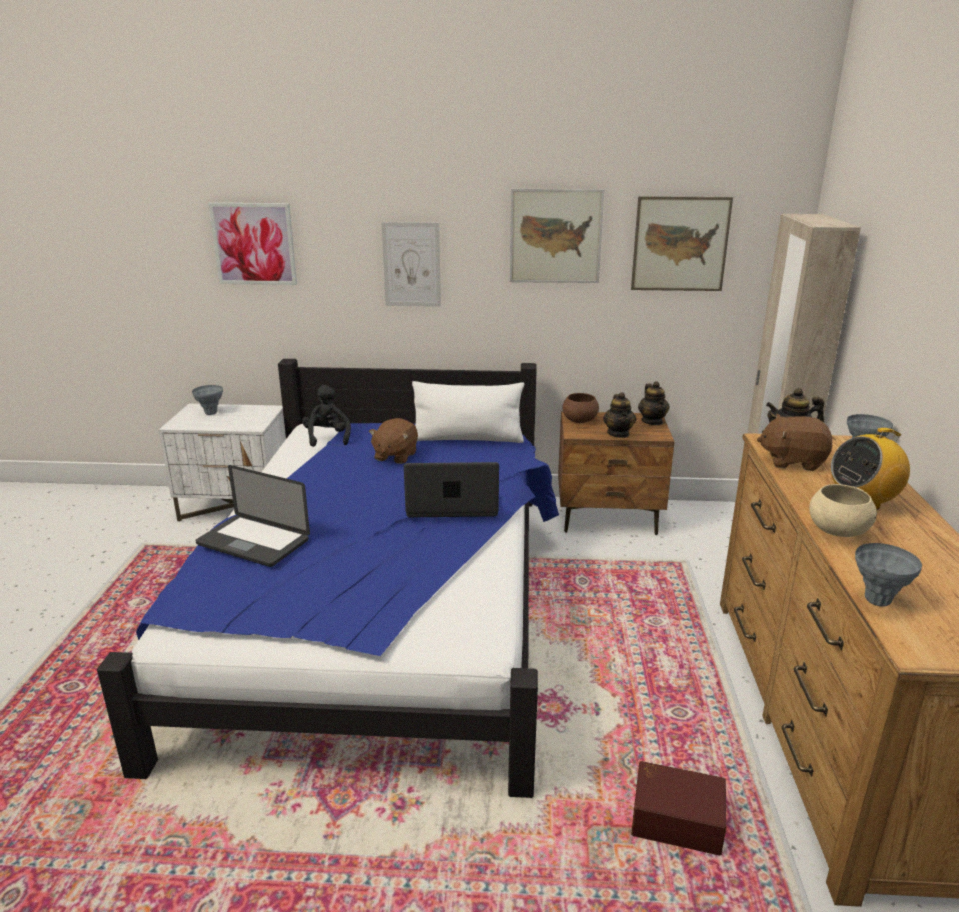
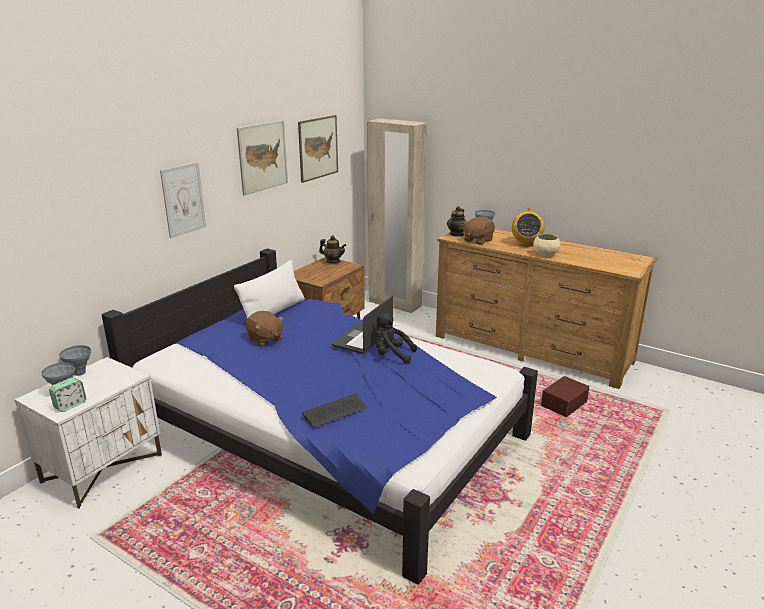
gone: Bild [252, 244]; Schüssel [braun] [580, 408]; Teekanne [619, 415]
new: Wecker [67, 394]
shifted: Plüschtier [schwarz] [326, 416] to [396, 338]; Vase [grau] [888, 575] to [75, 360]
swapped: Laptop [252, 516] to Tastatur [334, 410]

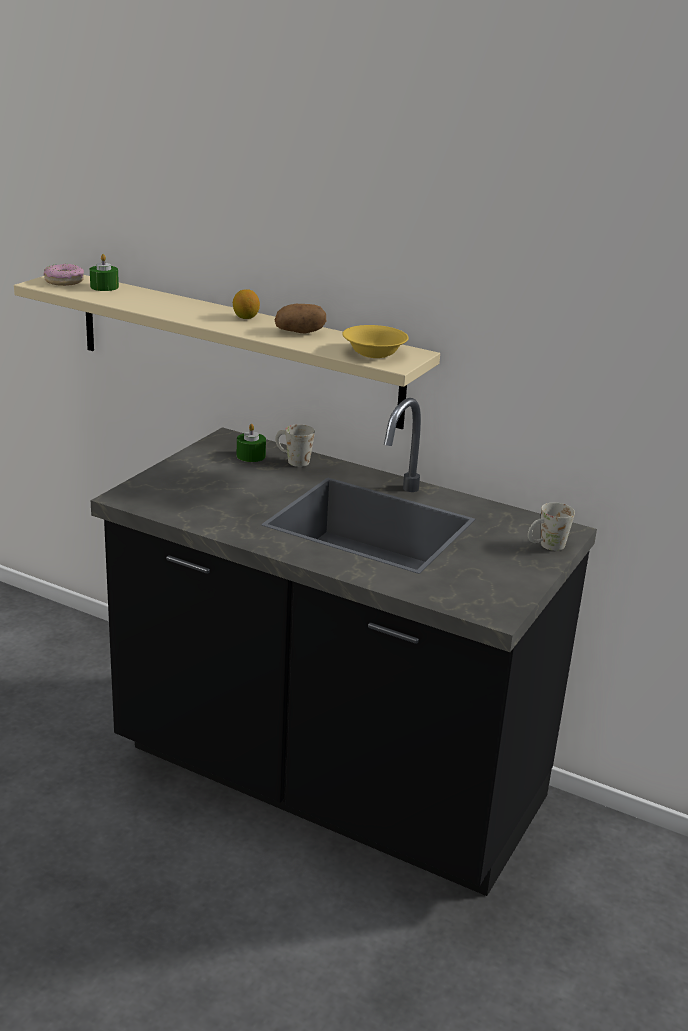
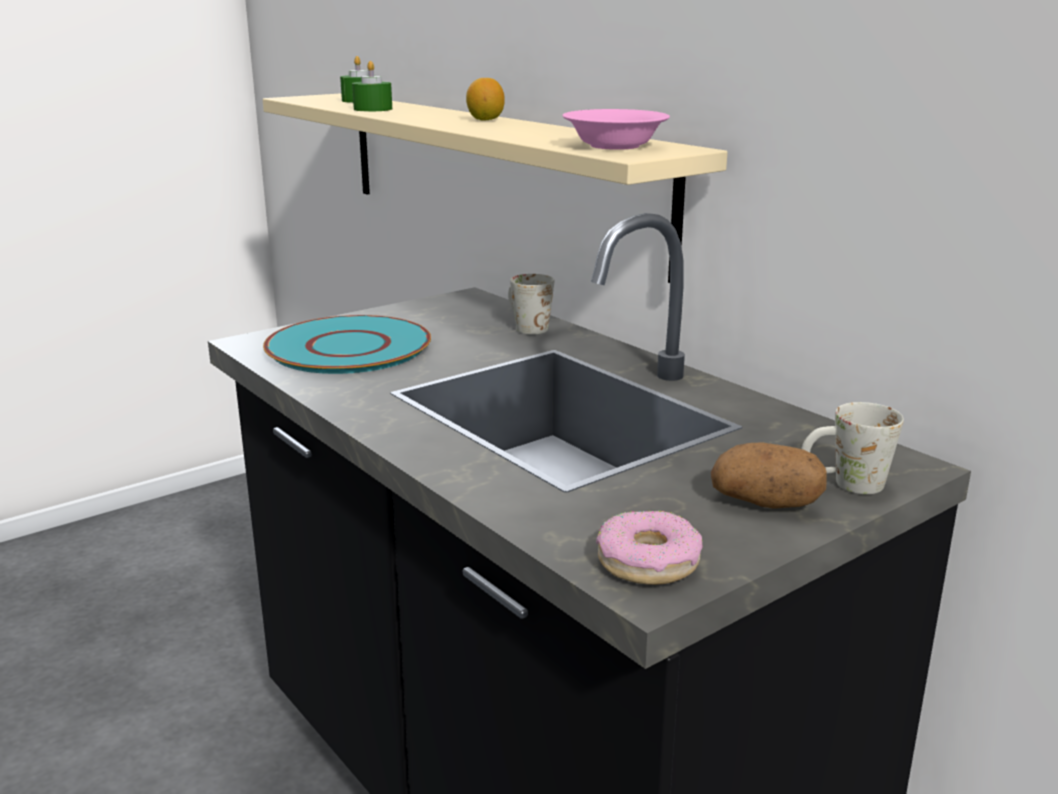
new: Teller [türkis] [347, 344]
shifted: Donut [64, 275] to [649, 548]; Kerze [grün] [251, 443] to [372, 86]; Kartoffel [300, 318] to [769, 475]
repainted: Schüssel [gelb] [375, 341] to Schüssel [rosa] [616, 129]

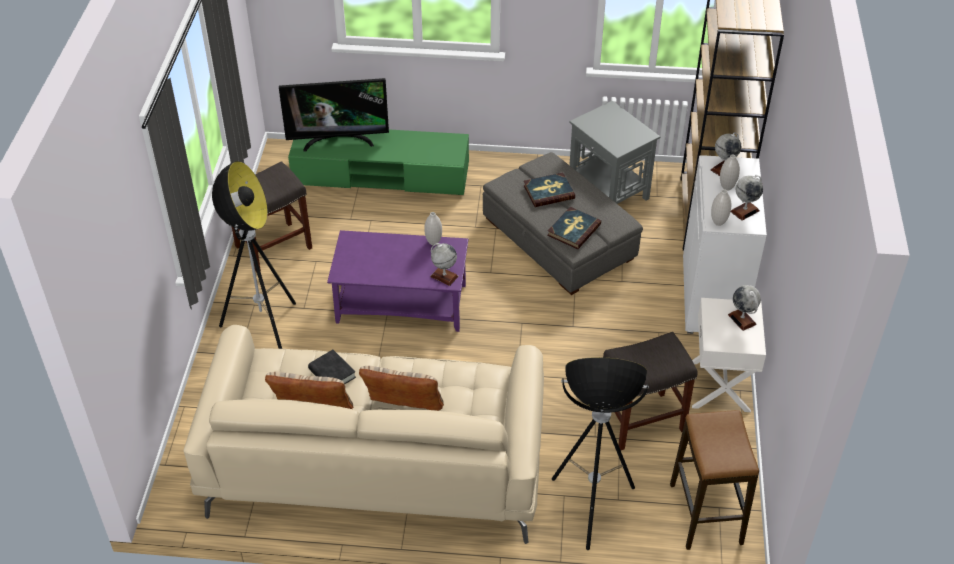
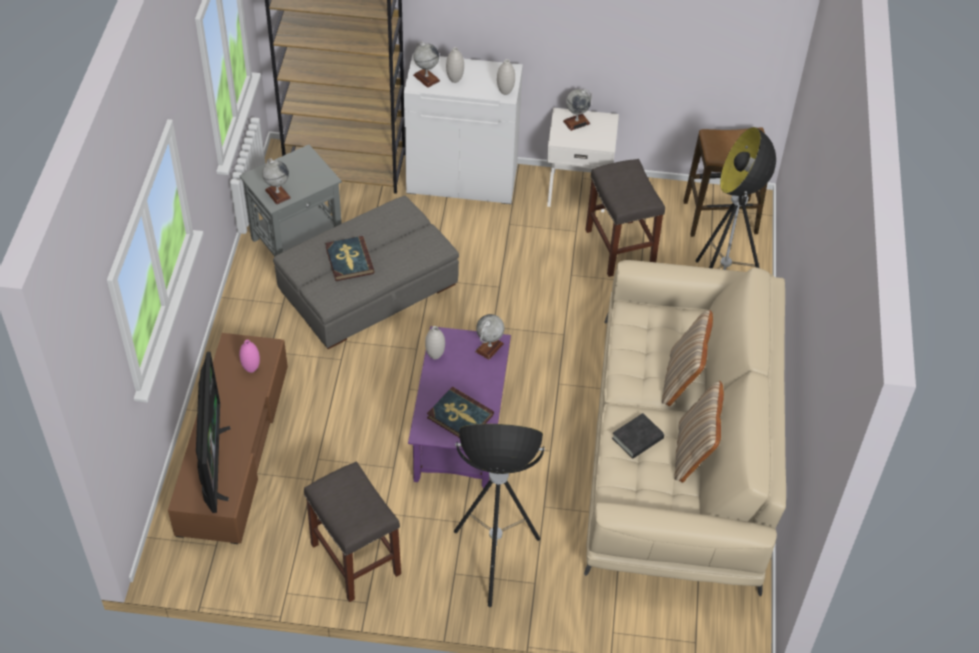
new: Vase [rosa] [249, 356]
shifted: Buch [574, 228] to [460, 412]; Globus [747, 198] to [276, 181]
repainted: Fernsehschrank [grün] [378, 162] to Fernsehschrank [braun] [228, 438]

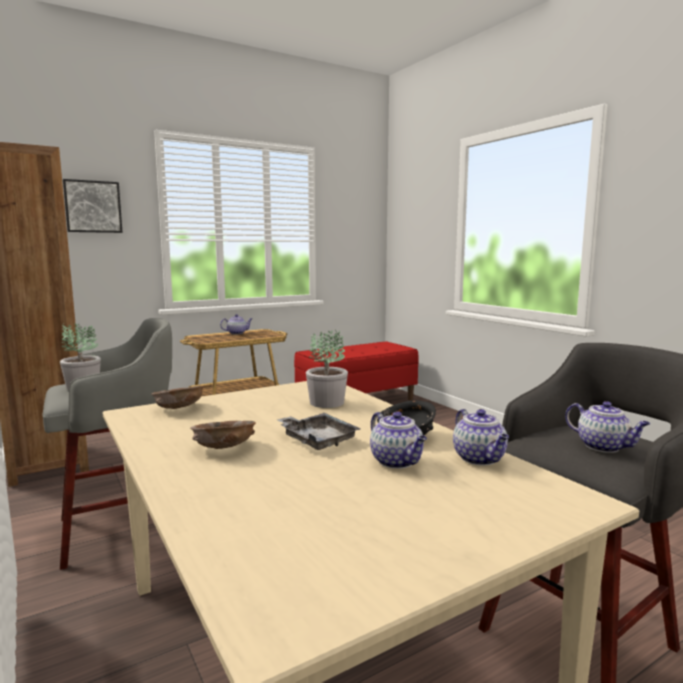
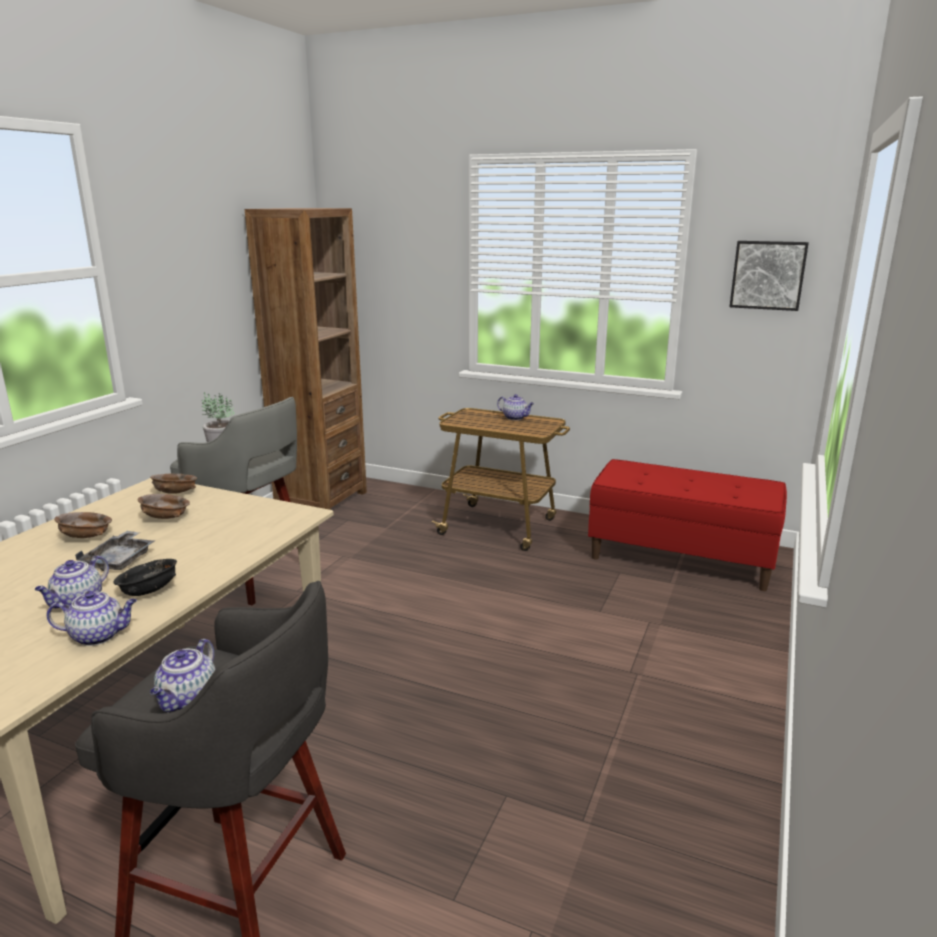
gone: Topfpflanze [327, 369]
new: Schüssel [braun] [164, 506]
shifted: Bild [93, 206] to [769, 276]
rotated: Teekanne [481, 437] = [91, 618] 135 degrees counterclockwise

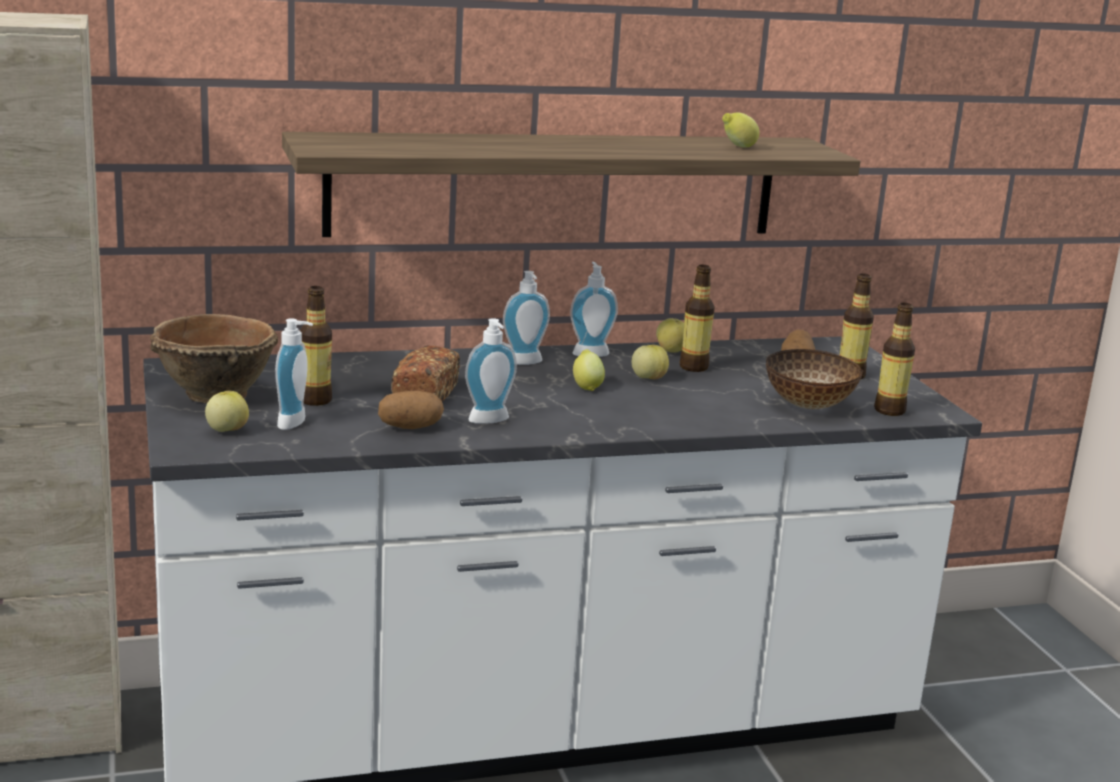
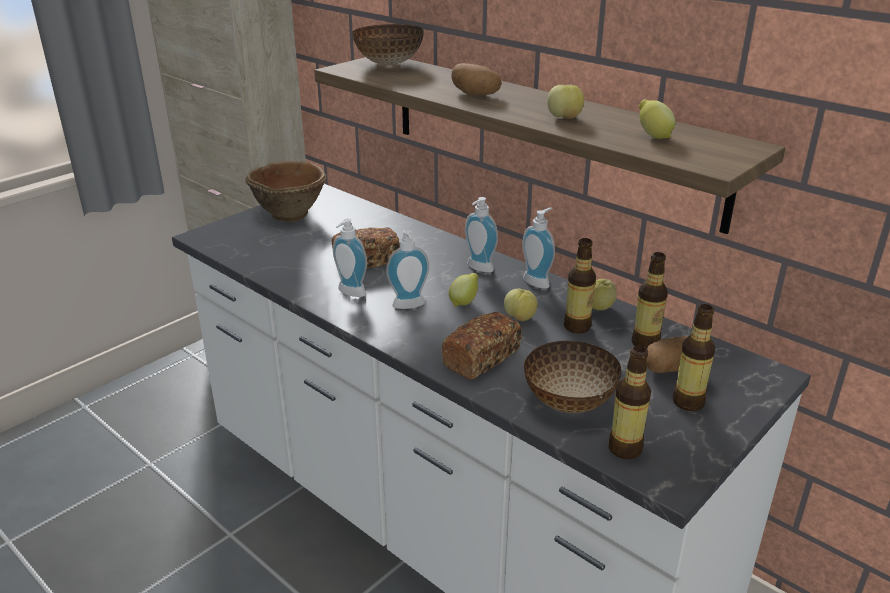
new: Schüssel [388, 44]; Brot [481, 346]
shifted: Apfel [227, 411] to [565, 101]; Seifenspender [294, 374] to [407, 269]; Flasche [316, 346] to [650, 300]; Kartoffel [411, 410] to [476, 79]

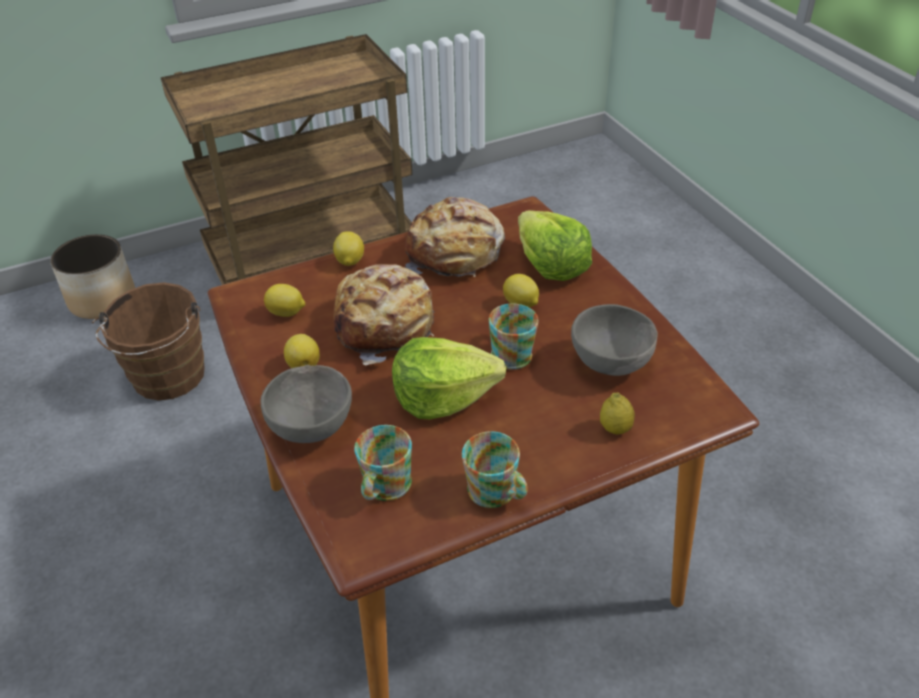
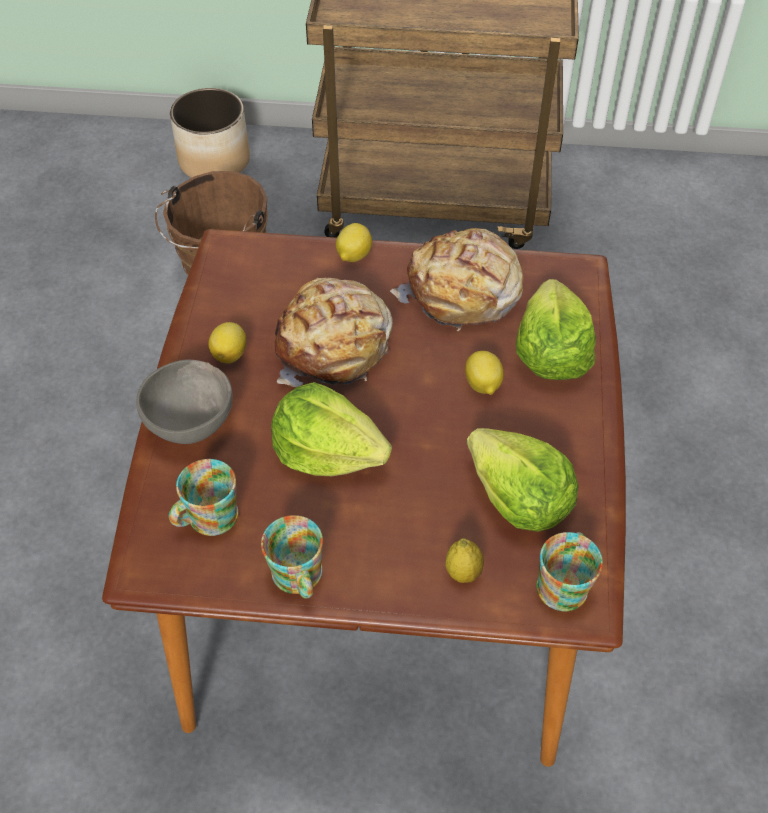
gone: Zitrone [284, 300]
shifted: Henkelbecher [513, 337] to [569, 571]
swapped: Schüssel [grau] [614, 340] to Salatkopf [523, 480]

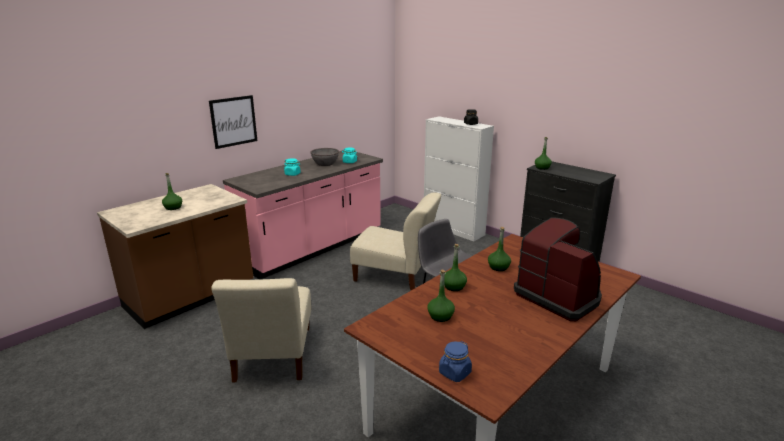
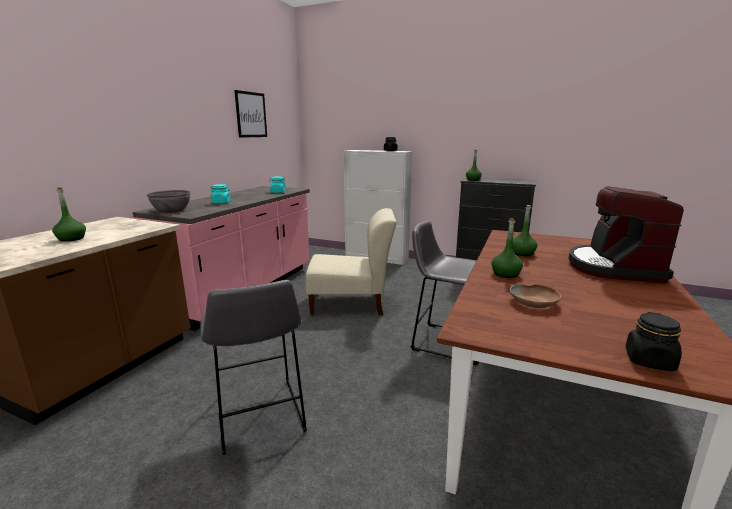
shifted: Bild [233, 122] to [250, 114]; Schüssel [grau] [324, 157] to [169, 201]
swapped: Stuhl [beige] [261, 330] to Hocker [grau] [253, 367]; Flasche [grün] [441, 296] to Schüssel [braun] [535, 296]
repainted: Vorratsglas [blau] [455, 361] to Vorratsglas [schwarz] [654, 341]
rotated: Kaffeemaschine [558, 269] = [626, 235] 105 degrees counterclockwise

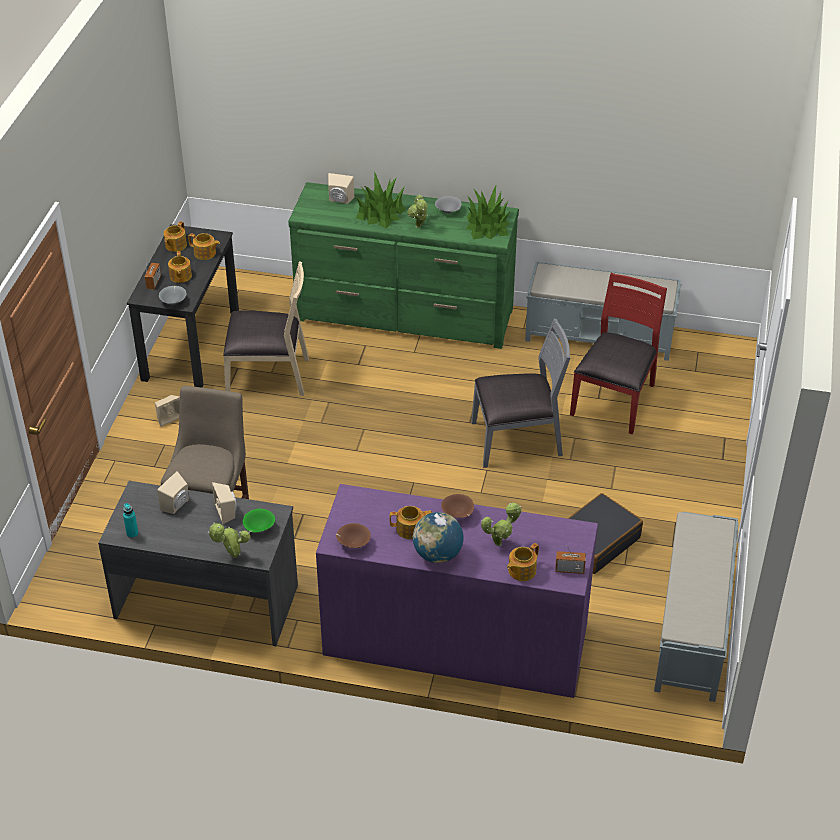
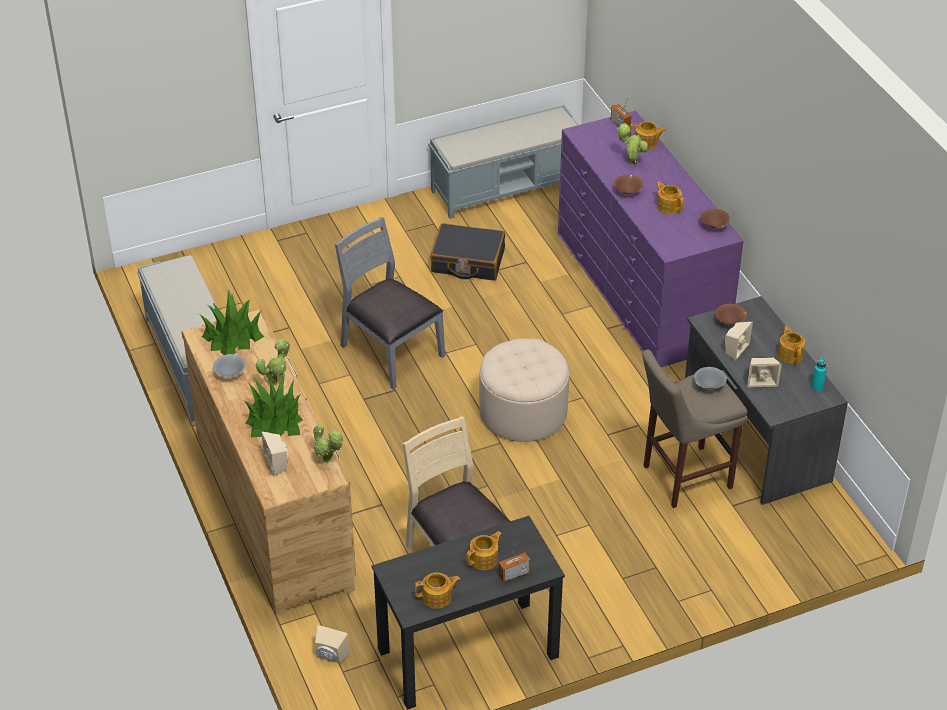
gone: Globus [438, 537]; Stuhl [rot] [618, 354]
new: Polsterhocker [beige] [524, 390]
shifted: Lautsprecher [beige] [167, 411] to [332, 644]; Schüssel [grau] [173, 295] to [710, 378]; Teekanne [204, 246] to [791, 345]; Topfpflanze [229, 540] to [328, 443]
repainted: Schüssel [grün] [259, 521] to Schüssel [braun] [731, 314]; Kommode [grün] [403, 265] to Kommode [braun] [268, 463]

